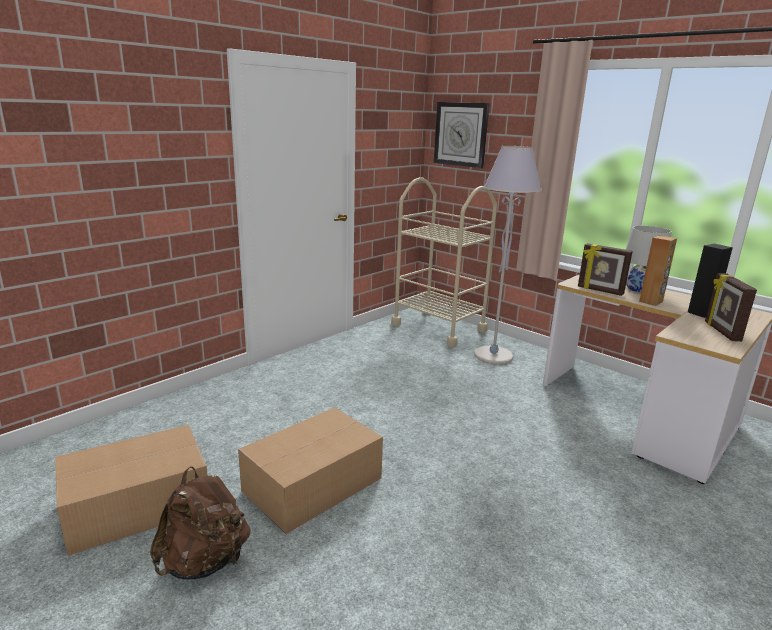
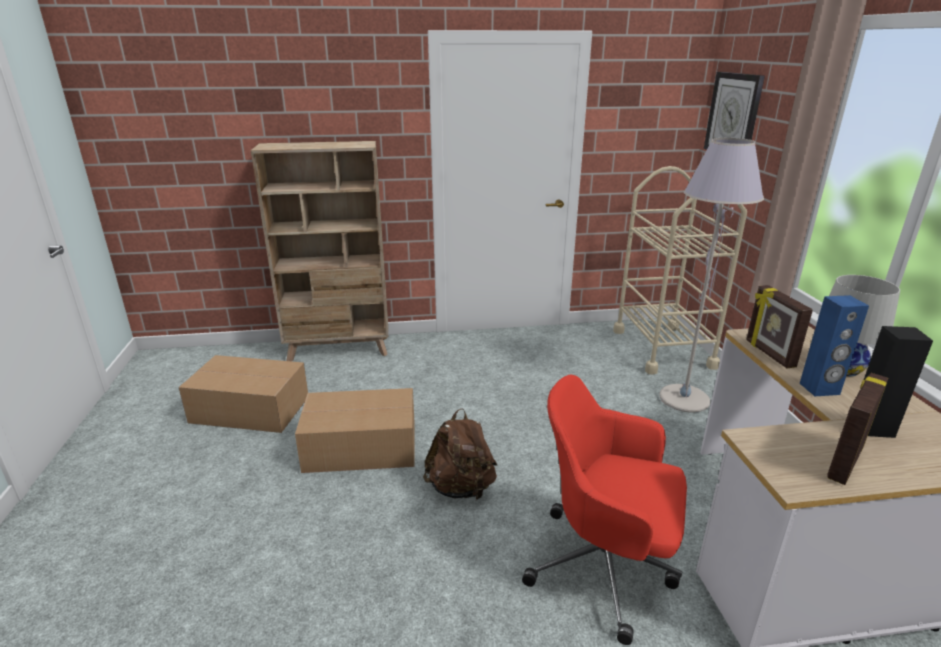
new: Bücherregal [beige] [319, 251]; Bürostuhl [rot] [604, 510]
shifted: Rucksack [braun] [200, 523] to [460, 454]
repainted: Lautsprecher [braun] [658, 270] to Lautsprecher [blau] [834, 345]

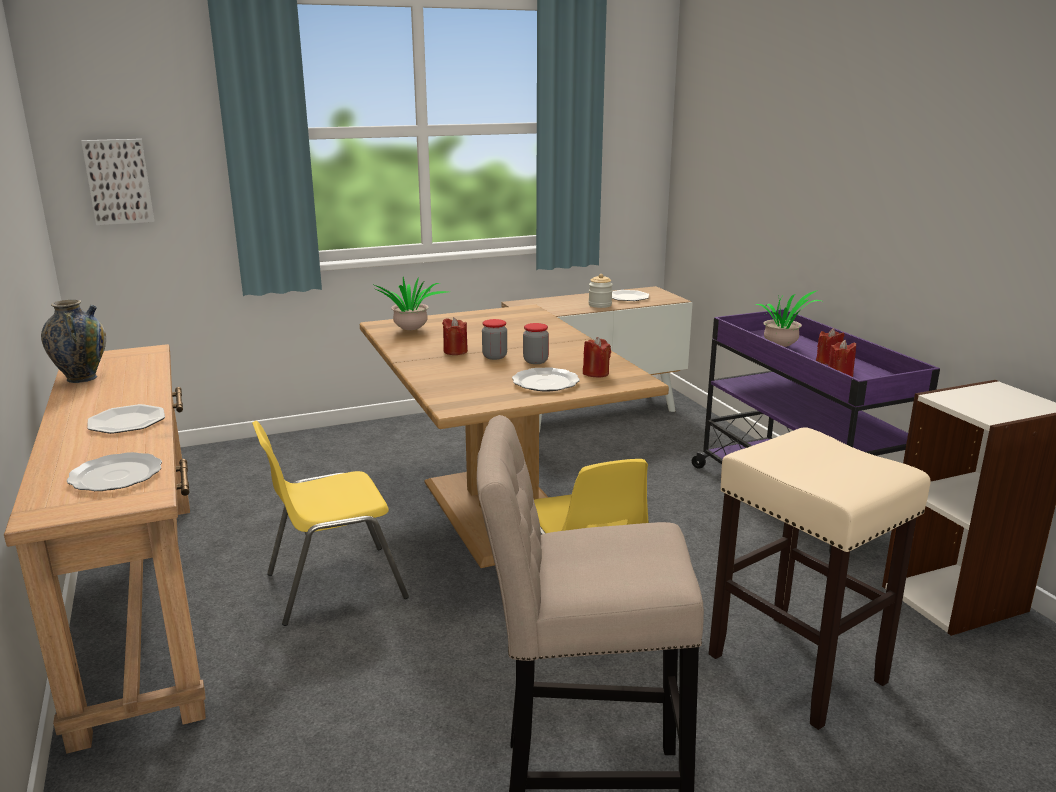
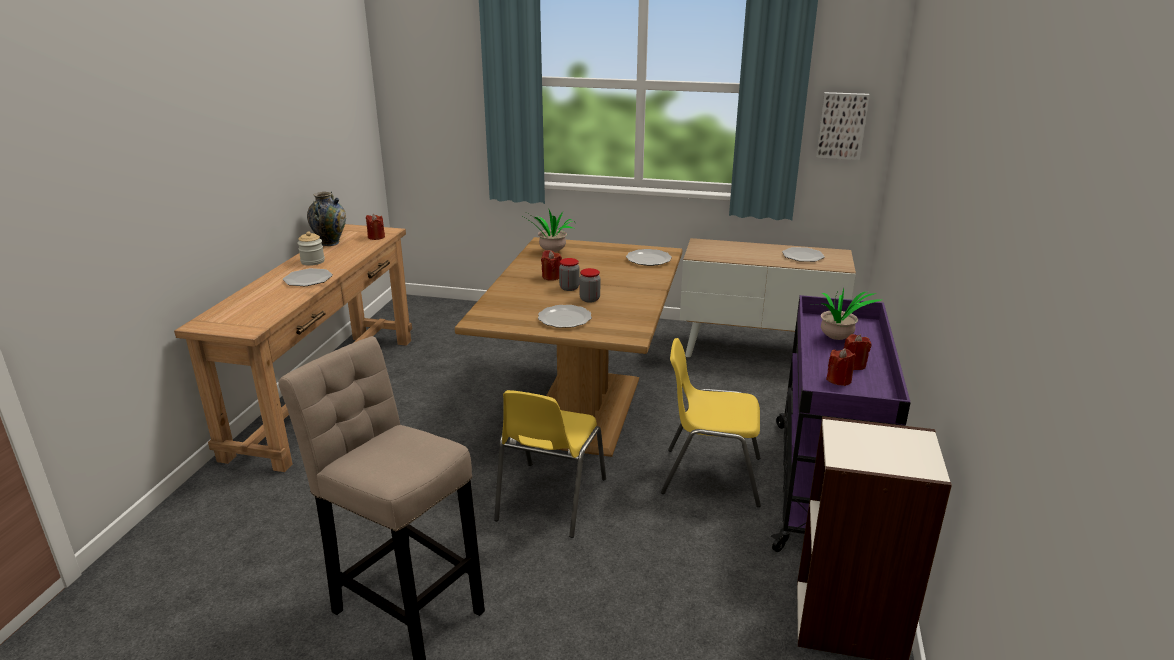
gone: Hocker [beige] [820, 578]
shifted: Teller [114, 471] to [649, 257]; Bild [117, 182] to [843, 126]; Stuhl [gelb] [330, 523] to [711, 422]; Kerze [rot] [597, 357] to [375, 227]; Vorratsglas [600, 291] to [311, 249]

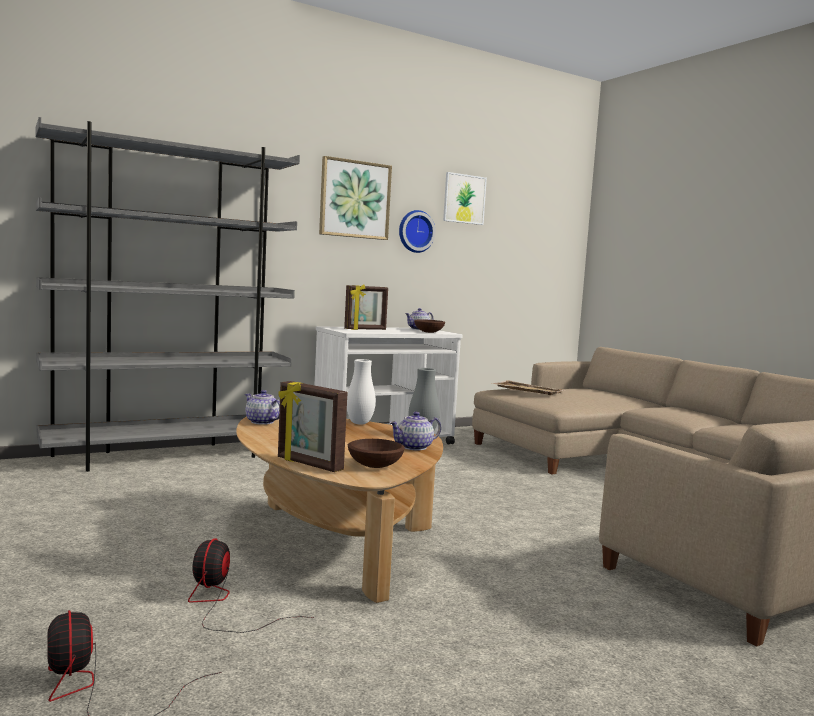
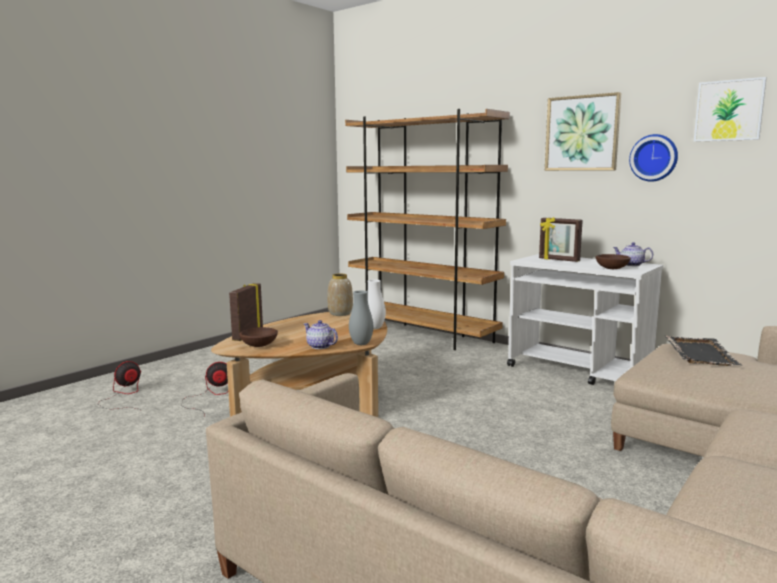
swapped: Teekanne [262, 407] to Vase [340, 295]
repainted: Bücherregal [grau] [167, 294] to Bücherregal [braun] [427, 229]; Tablett [beige] [528, 387] to Tablett [schwarz] [703, 351]

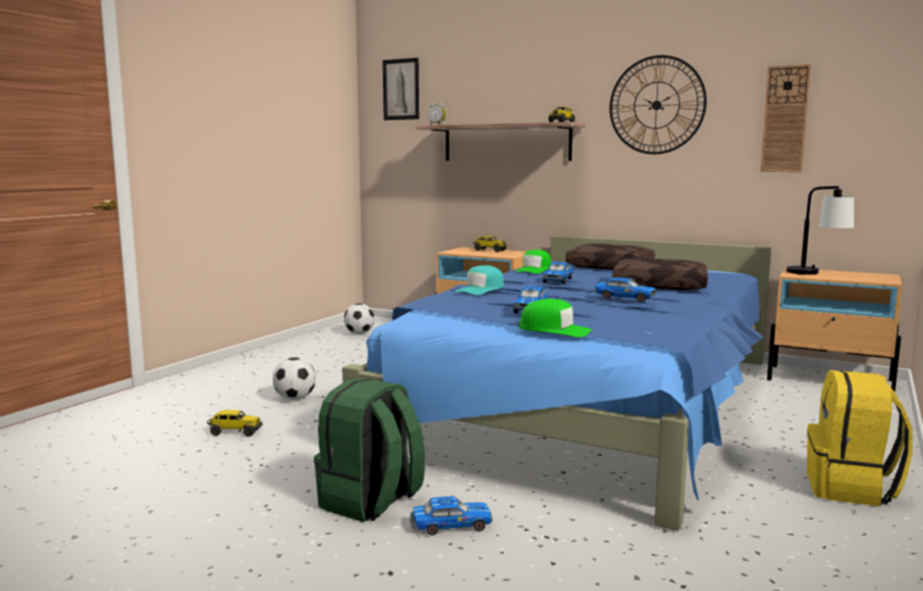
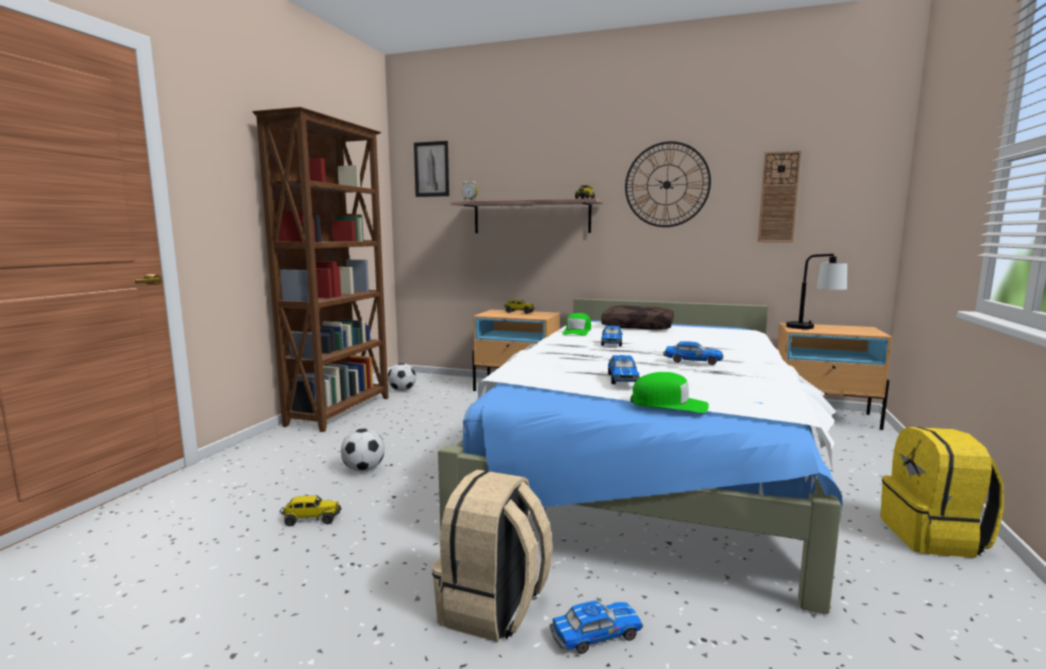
gone: Kappe [türkis] [479, 280]; Kissen [braun] [660, 274]
new: Bücherregal [braun] [320, 269]
repainted: Rucksack [grün] [369, 450] to Rucksack [beige] [492, 556]; Bett [blau] [557, 383] to Bett [weiß] [640, 456]

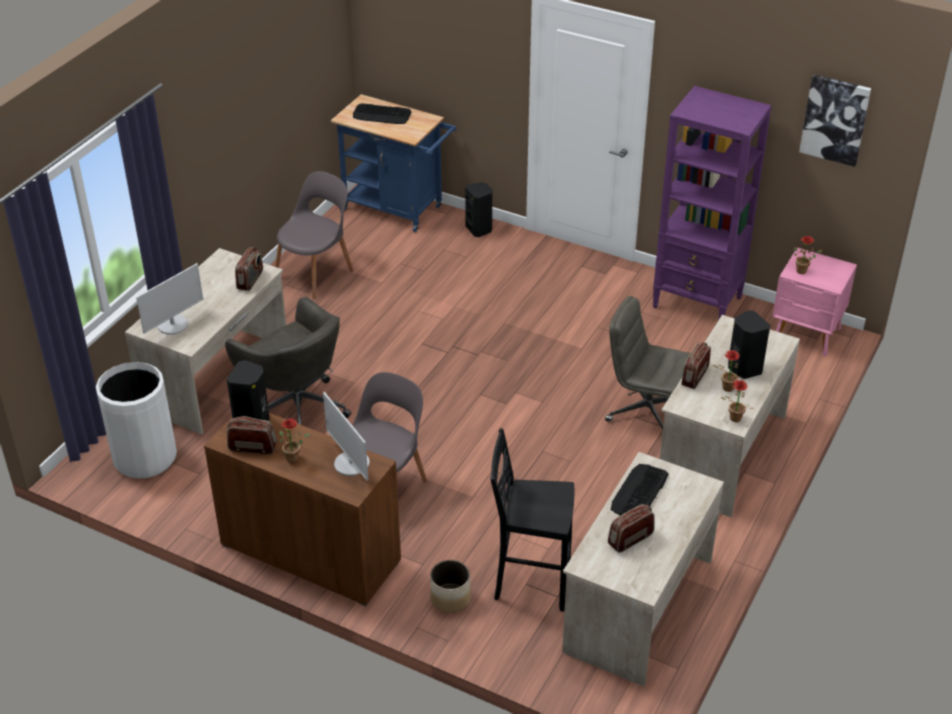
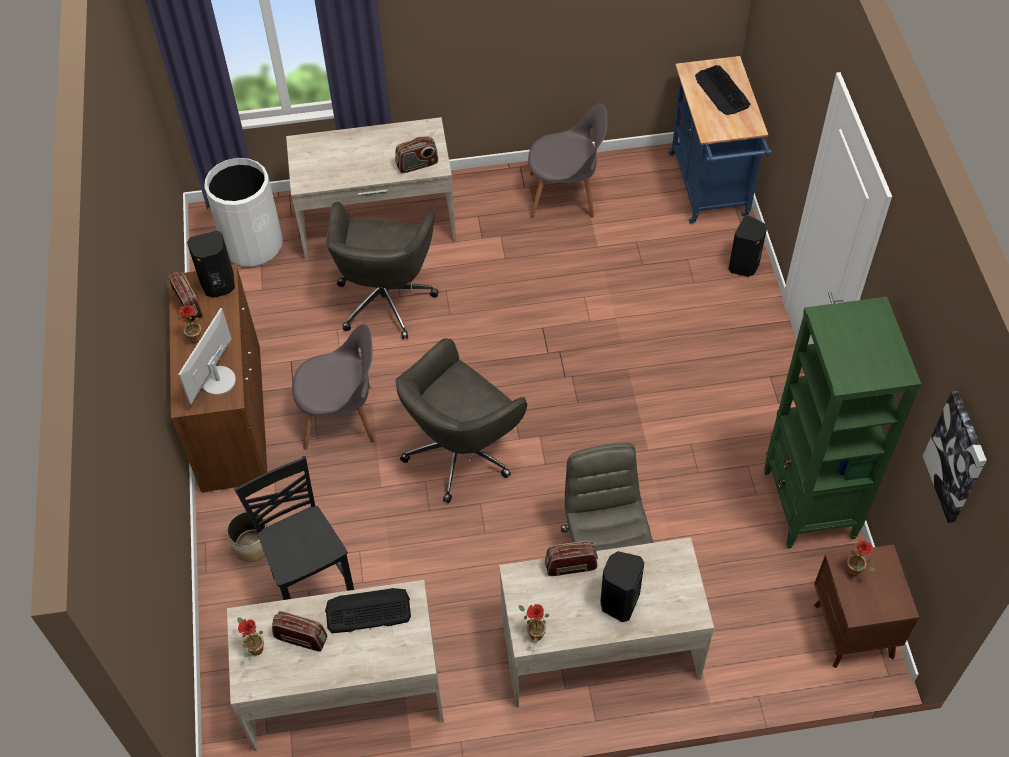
gone: Monitor [169, 299]
new: Bürostuhl [grau] [461, 420]
shifted: Topfpflanze [728, 371] to [250, 637]
repainted: Bücherregal [lila] [712, 202] to Bücherregal [grün] [842, 423]; Nachttisch [rosa] [815, 302] to Nachttisch [braun] [866, 606]

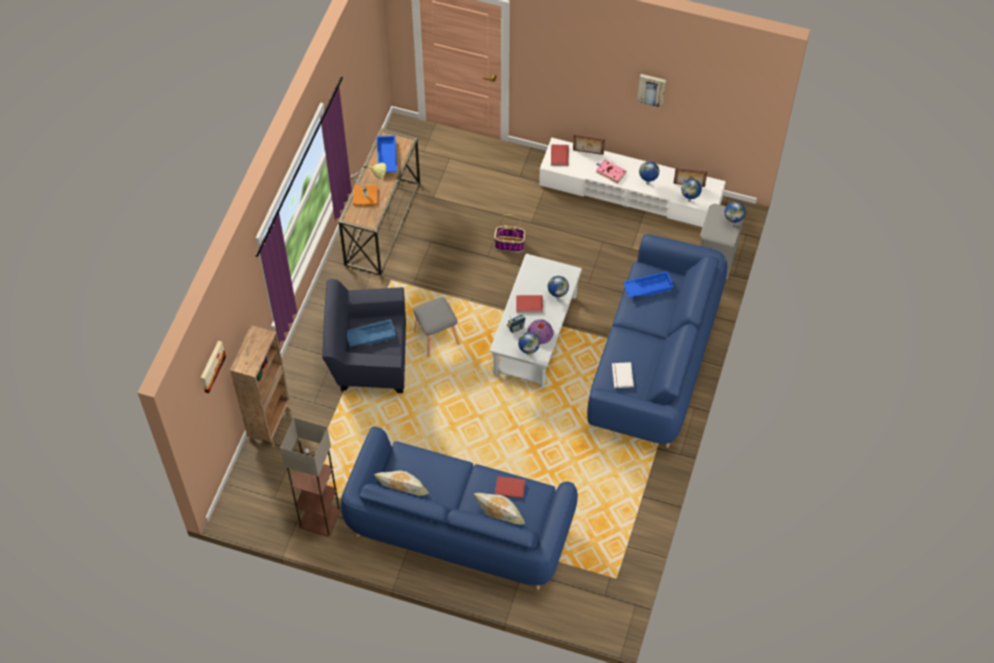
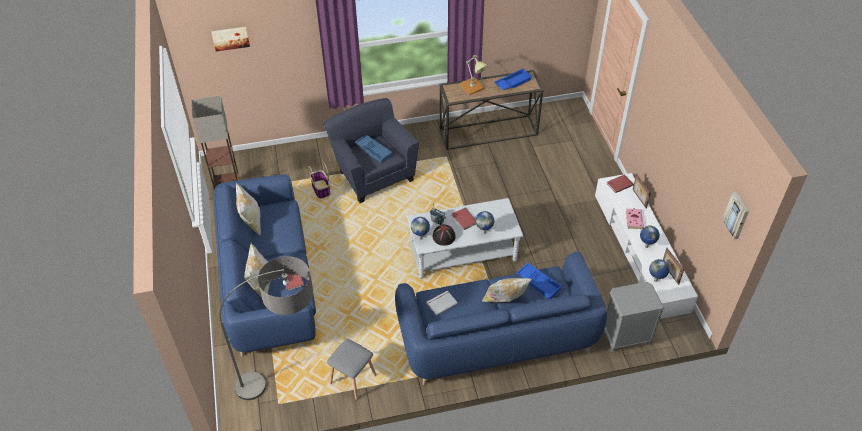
gone: Bücherregal [braun] [260, 386]; Globus [735, 213]
new: Stehlampe [266, 328]; Kissen [507, 290]
shifted: Hocker [grau] [436, 327] to [352, 369]; Korb [509, 233] to [319, 180]; Bild [651, 91] to [735, 216]
repainted: Hut [lila] [540, 331] to Hut [schwarz] [444, 235]

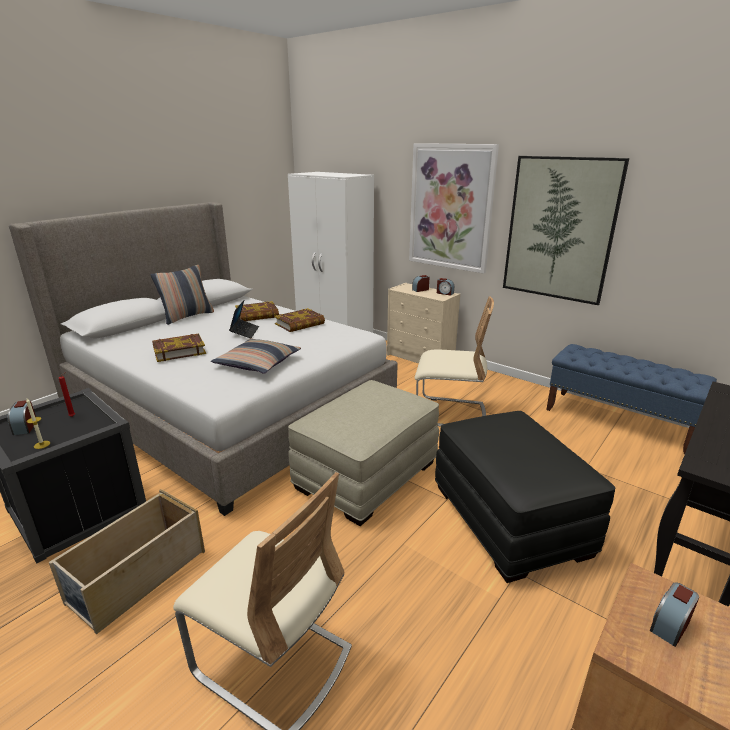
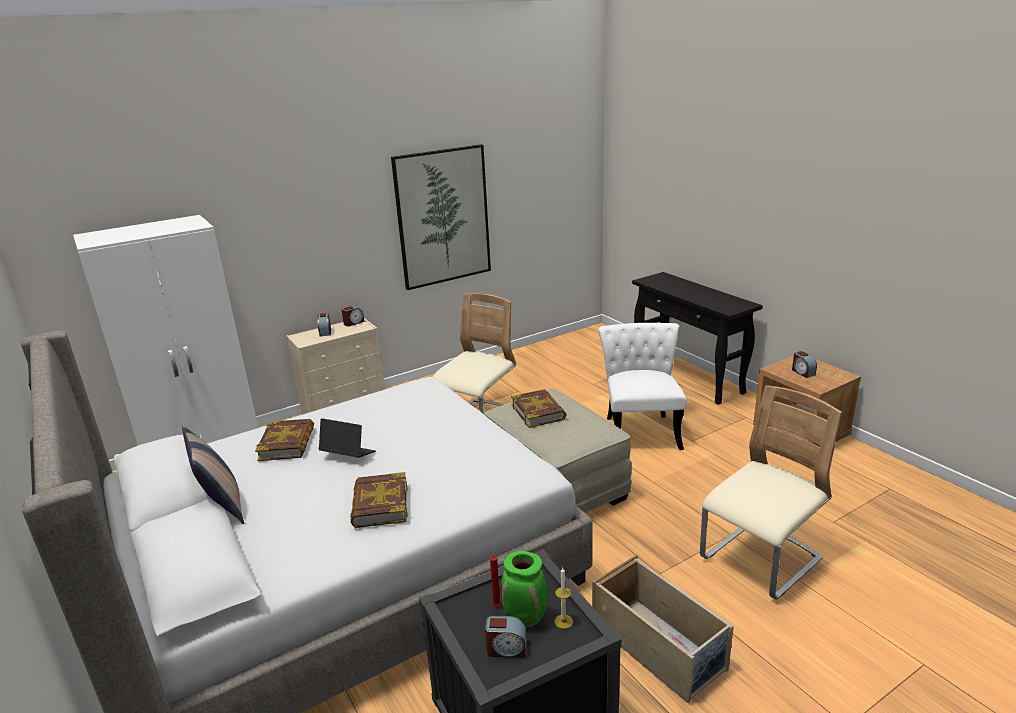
gone: Kissen [256, 356]; Bild [454, 208]; Bank [blau] [631, 399]
new: Vase [grün] [524, 589]
shifted: Buch [299, 320] to [539, 408]
swapped: Polsterhocker [schwarz] [525, 497] to Stuhl [weiß] [642, 386]

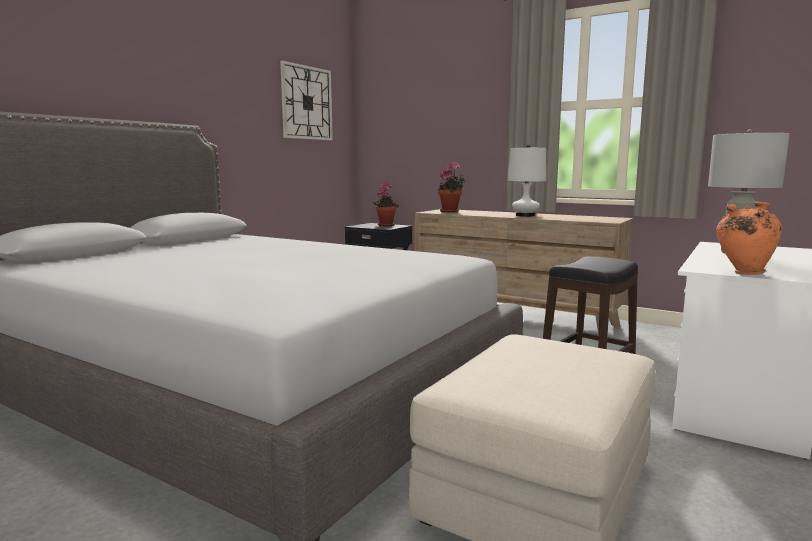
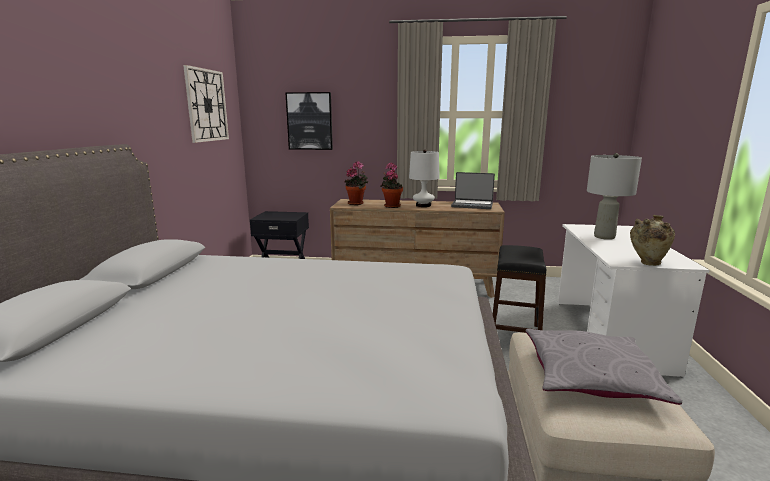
new: Bild [309, 121]; Laptop [473, 190]; Kissen [grau] [604, 367]
shifted: Topfpflanze [386, 204] to [391, 185]
repainted: Vase [orange] [749, 238] to Vase [beige] [652, 240]

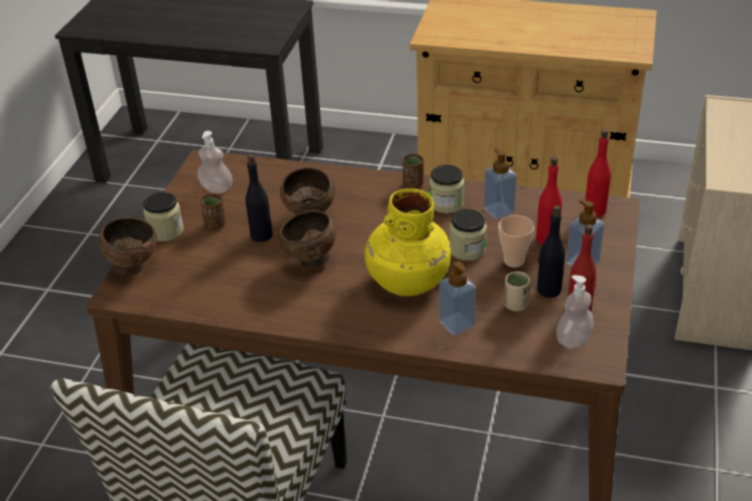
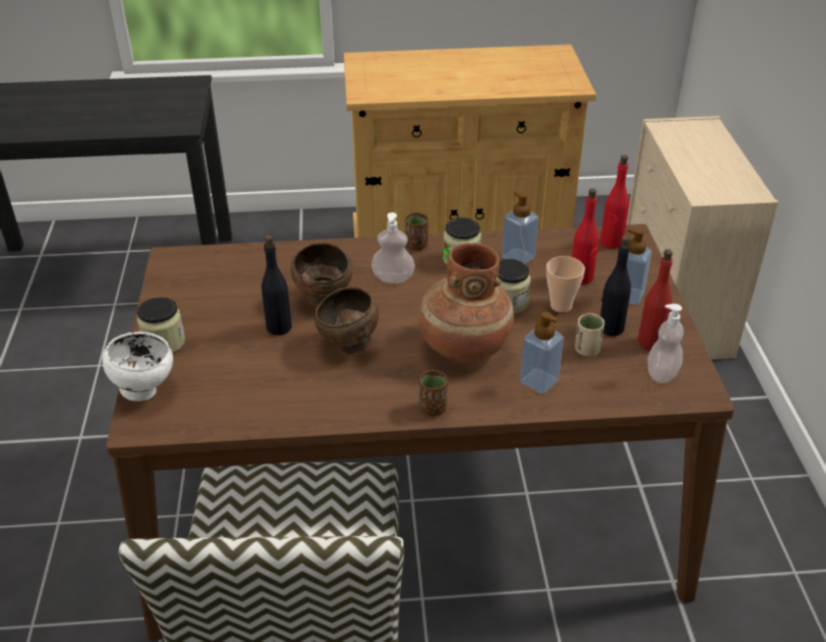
shifted: Seifenspender [215, 162] to [393, 247]; Tasse [braun] [213, 211] to [433, 393]
repainted: Schüssel [braun] [127, 246] to Schüssel [weiß] [137, 366]; Vase [gelb] [408, 242] to Vase [braun] [466, 303]

